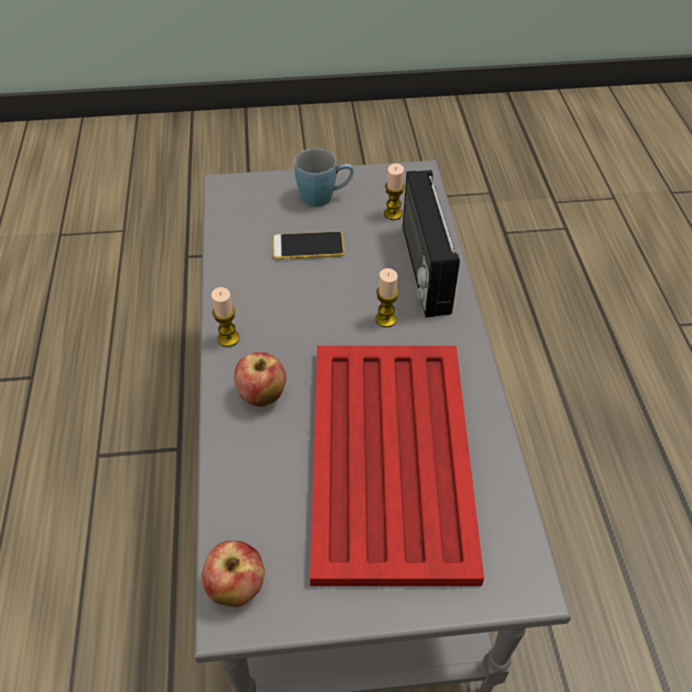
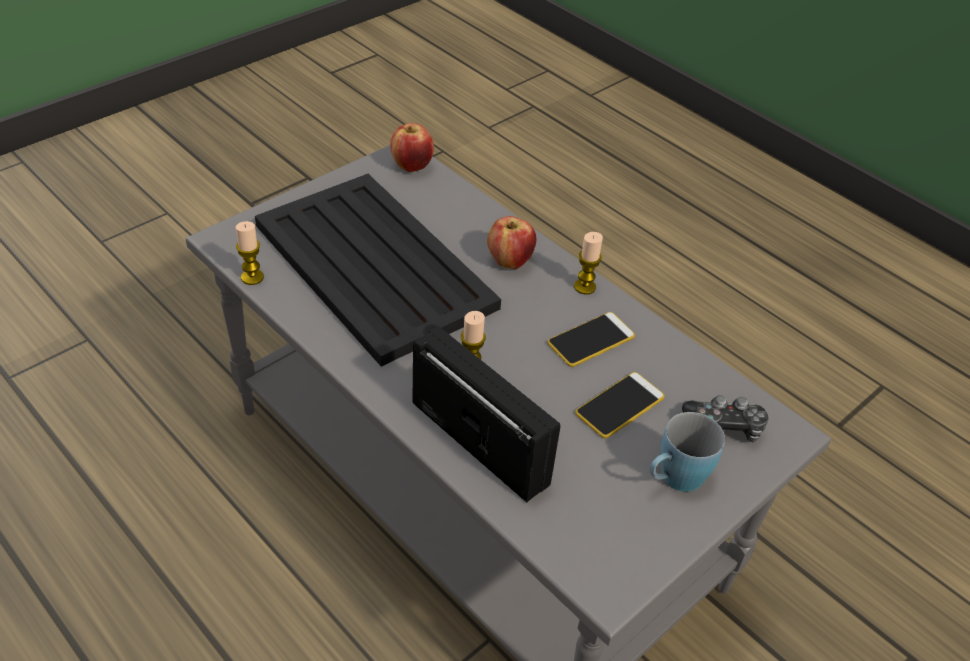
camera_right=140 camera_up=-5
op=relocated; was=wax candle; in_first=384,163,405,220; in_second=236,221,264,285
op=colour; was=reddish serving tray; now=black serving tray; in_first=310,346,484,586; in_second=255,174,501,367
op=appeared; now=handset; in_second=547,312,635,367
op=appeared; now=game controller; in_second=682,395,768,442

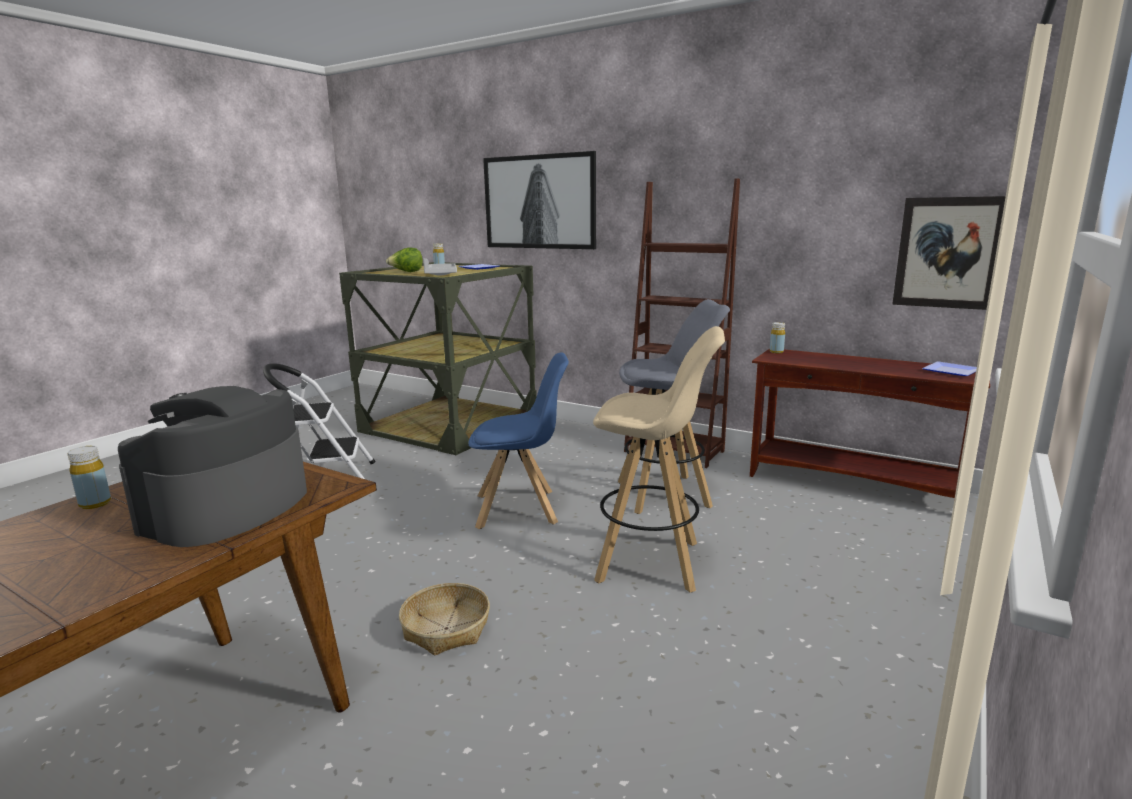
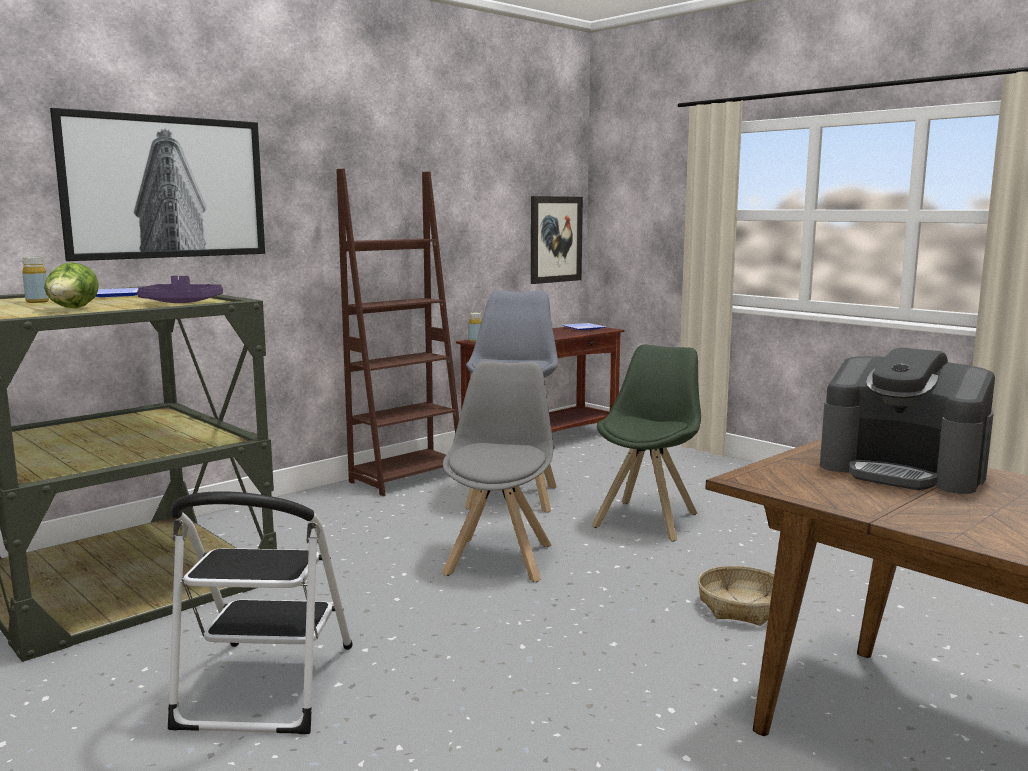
camera_right=-75 camera_up=-5
op=colour; was=grey serving tray; now=purple serving tray; in_first=423,258,457,276; in_second=137,276,223,303
op=colour; was=bluish chair; now=grey chair; in_first=468,352,569,529; in_second=442,361,553,582
op=exchanged; was=sand-coloured stool; now=green-coloured chair; in_first=593,326,725,593; in_second=592,344,701,542
op=missing; was=yellow-coloured bottle; in_first=67,446,111,509

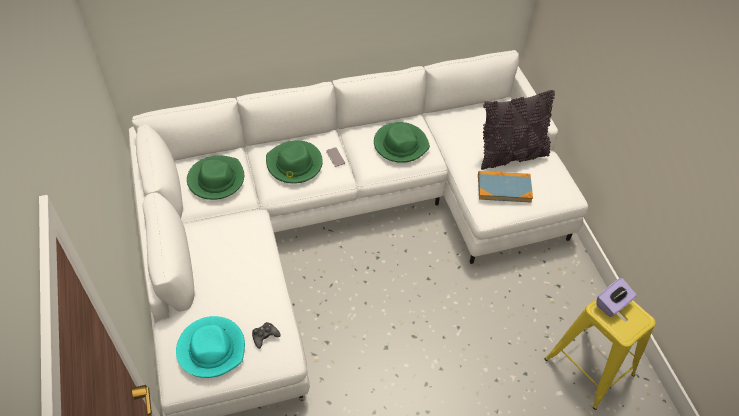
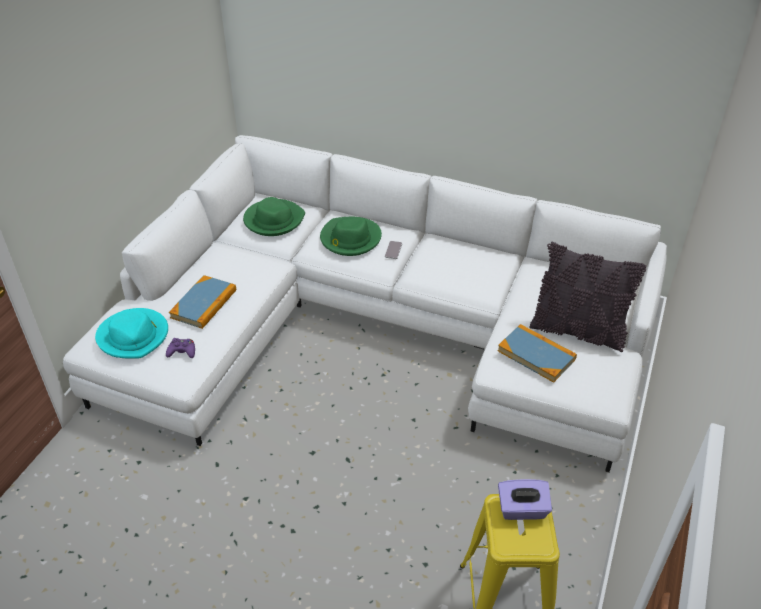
camera_right=40 camera_up=-10
op=colour; was=black game controller; now=purple game controller; in_first=252,322,281,349; in_second=166,338,195,358
op=appeared; now=book; in_second=169,275,236,329
op=missing; was=green-coloured clothing hat; in_first=374,122,430,163

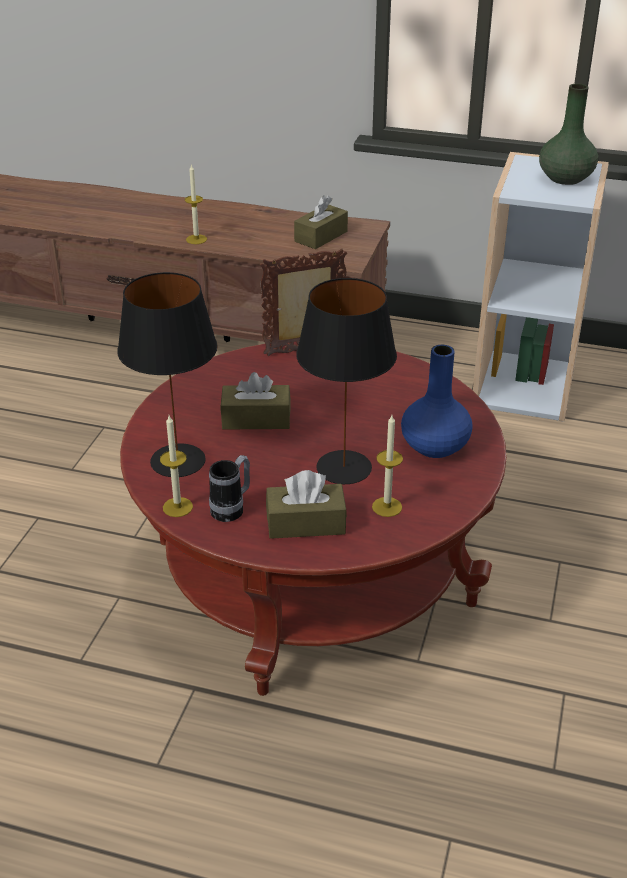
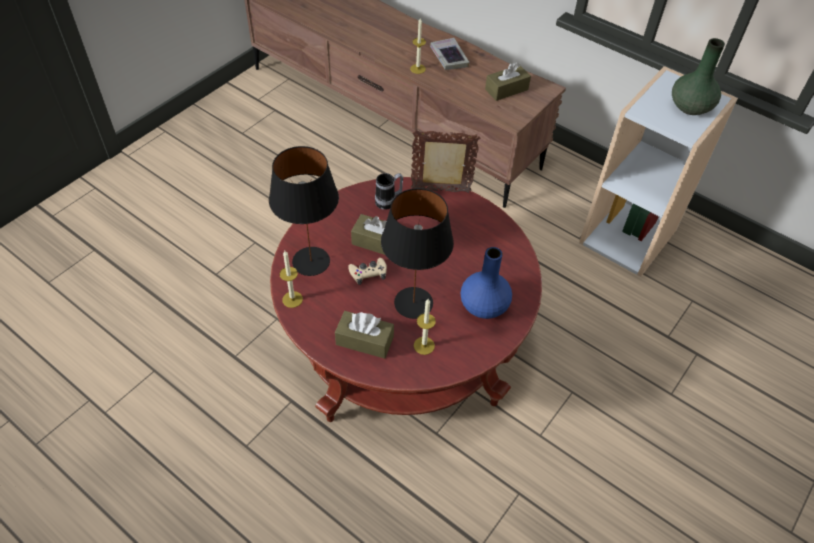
camera_right=20 camera_up=15
op=appeared; now=sand-coloured game controller; in_second=348,258,387,285
op=relocated; was=coffee mug; in_first=209,455,250,522; in_second=375,173,403,210
op=appeared; now=book; in_second=430,38,470,70

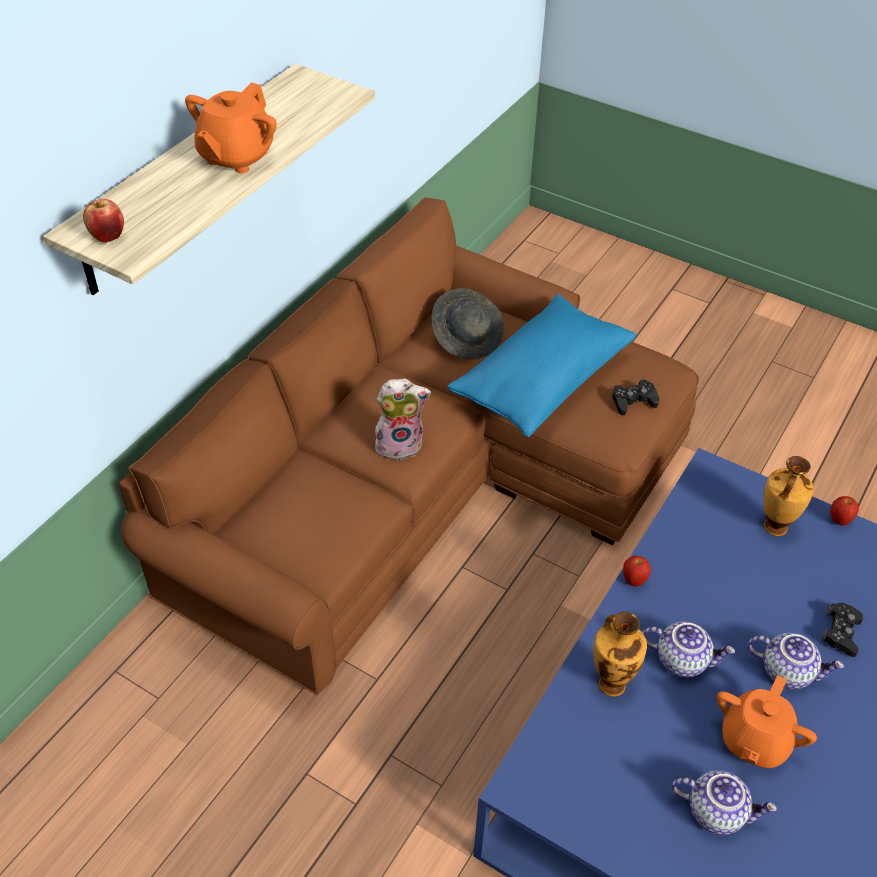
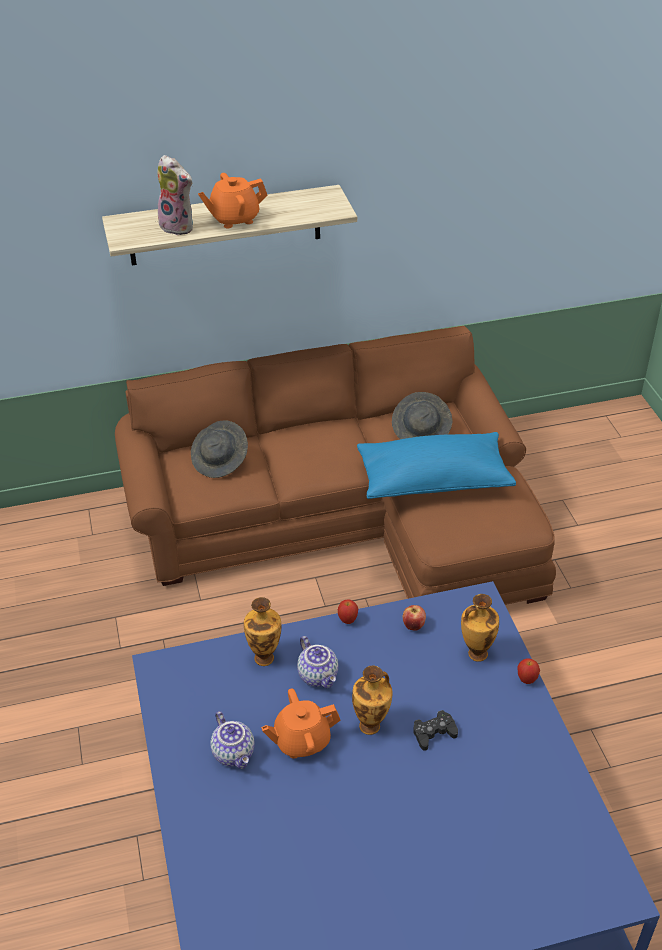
camera_right=45 camera_up=-5
op=relocated; was=plush toy; in_first=375,379,431,460; in_second=157,155,193,236
op=appeared; now=grey clothing hat; in_second=191,420,248,478
op=exchanged; was=tea pot; now=flower vase; in_first=748,633,844,689; in_second=352,666,393,735
op=relocated; was=whole apple; in_first=83,199,124,243; in_second=403,605,426,631
op=missing; was=black game controller; in_first=612,379,659,416

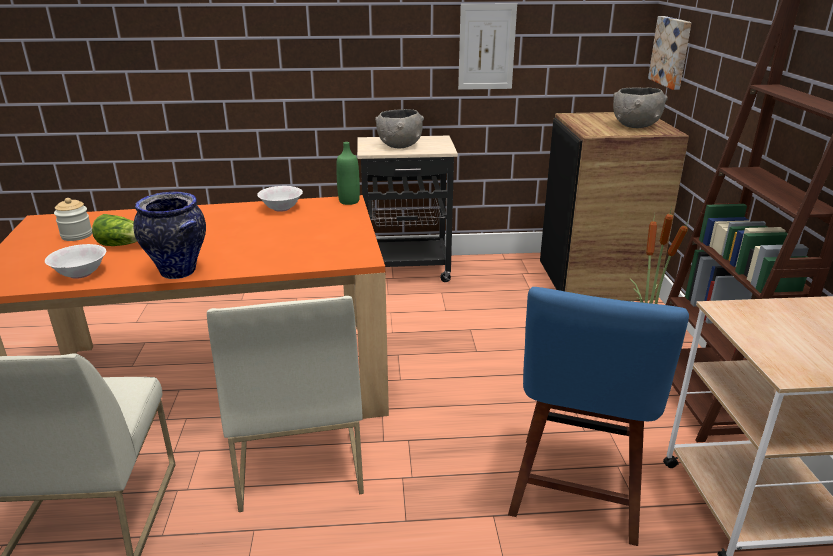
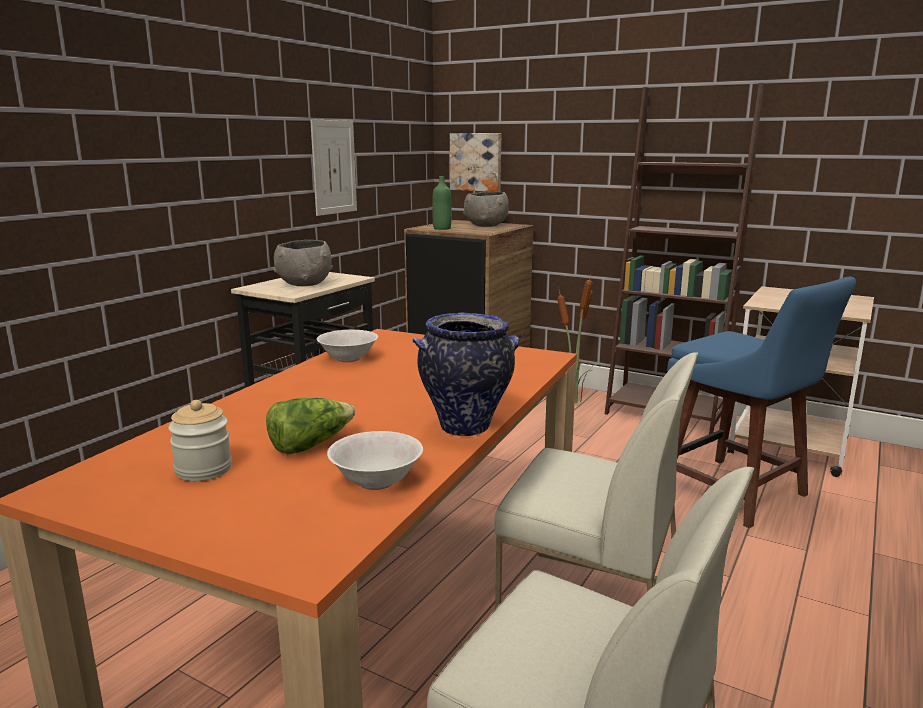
camera_right=-55 camera_up=-10
op=relocated; was=green-coloured bottle; in_first=336,142,360,205; in_second=432,176,452,230

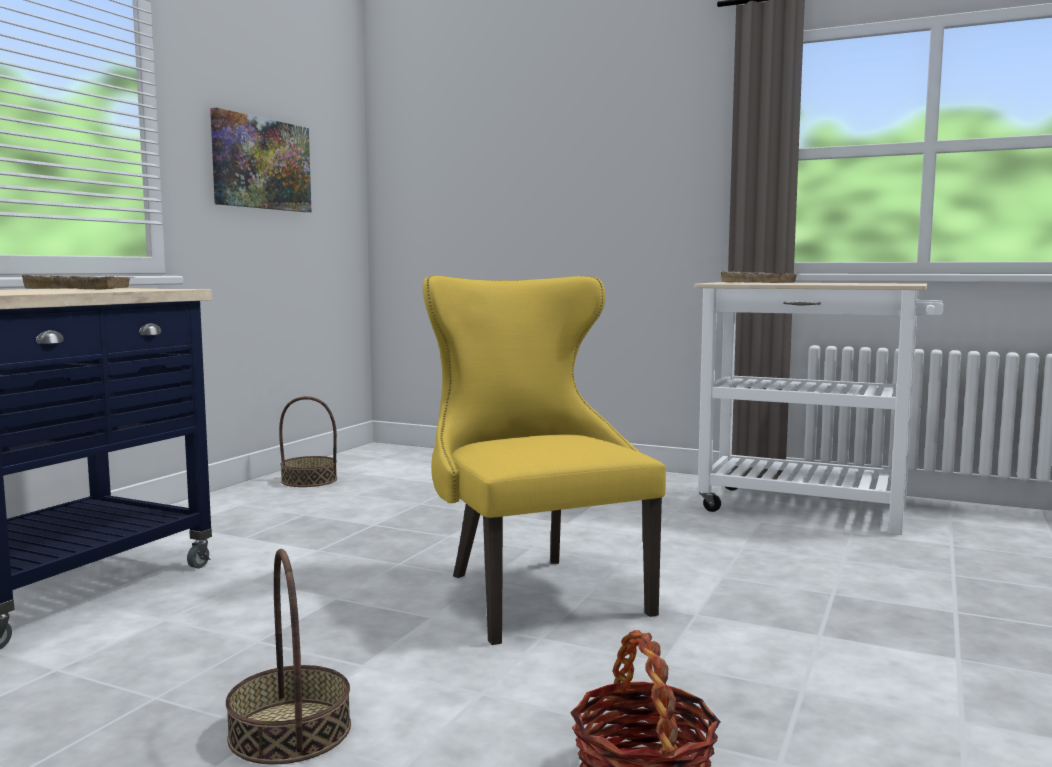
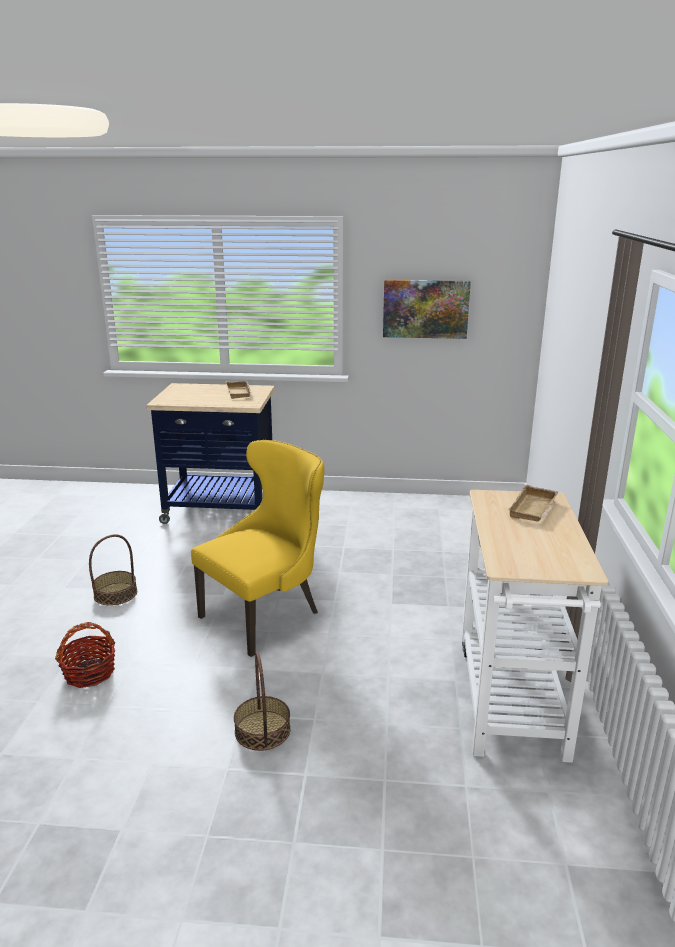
camera_right=70 camera_up=15
op=relocated; was=household basket; in_first=279,396,337,487; in_second=234,653,291,751

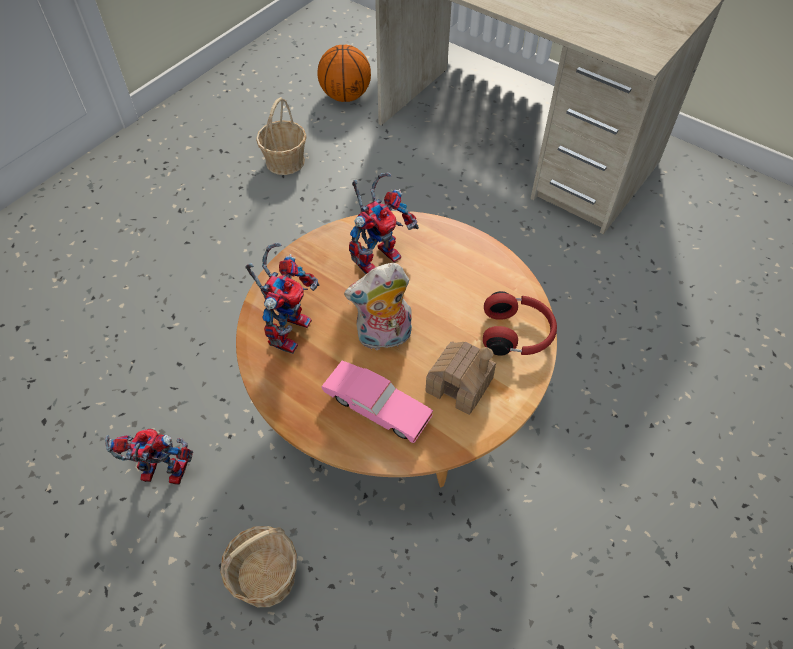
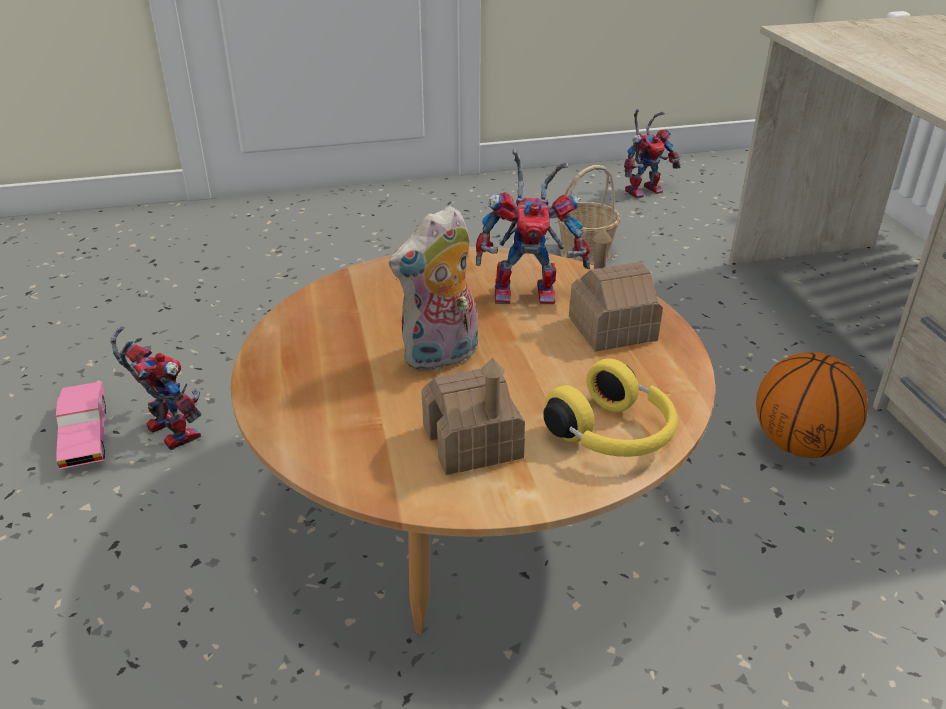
camera_right=40 camera_up=-20
op=relocated; was=pink-coloured model car; in_first=321,361,433,443; in_second=56,381,106,469
op=spun; was=plush toy; in_first=344,263,412,351; in_second=389,205,478,373; clockwise=-60
op=colour; was=reddish headphones; now=yellow-coloured headphones; in_first=483,291,557,356; in_second=543,358,678,457
op=appeared; now=miniature house; in_second=569,228,663,352
op=relocated; was=model robot; in_first=246,242,320,354; in_second=624,109,680,199
op=relocated; was=basketball ball; in_first=318,45,371,102; in_second=756,352,868,458
op=missing; was=household basket; in_first=220,526,297,607

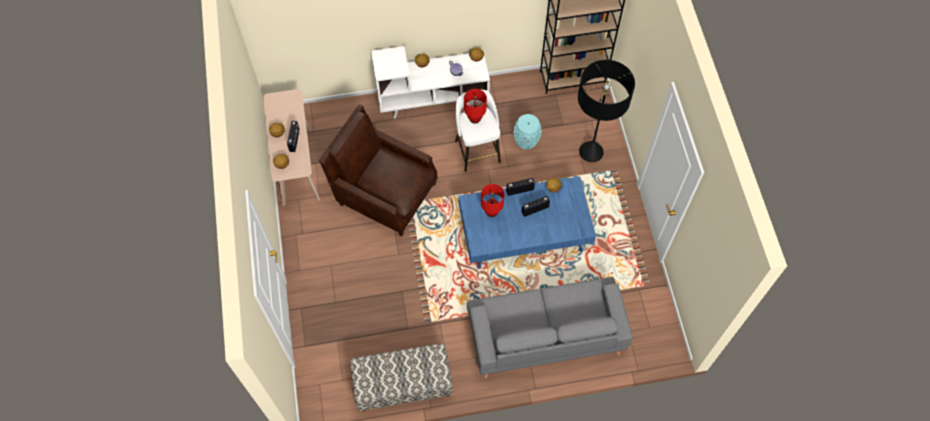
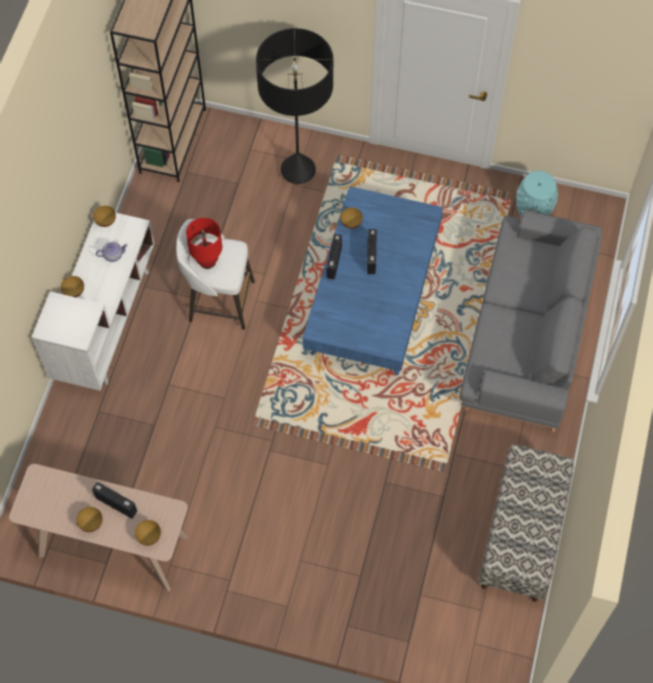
camera_right=-65 camera_up=0
op=relocated; was=blue-green stool; in_first=514,114,542,149; in_second=516,171,558,216
op=missing; was=brown-coloured lounge chair; in_first=319,104,438,236
op=missing; was=reddish tabletop lamp; in_first=481,184,505,217

